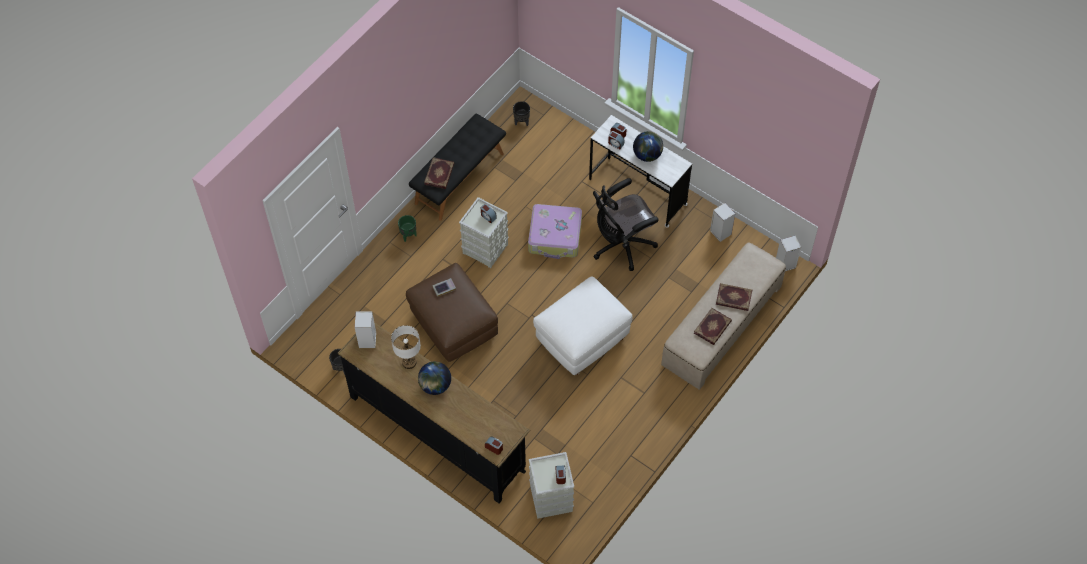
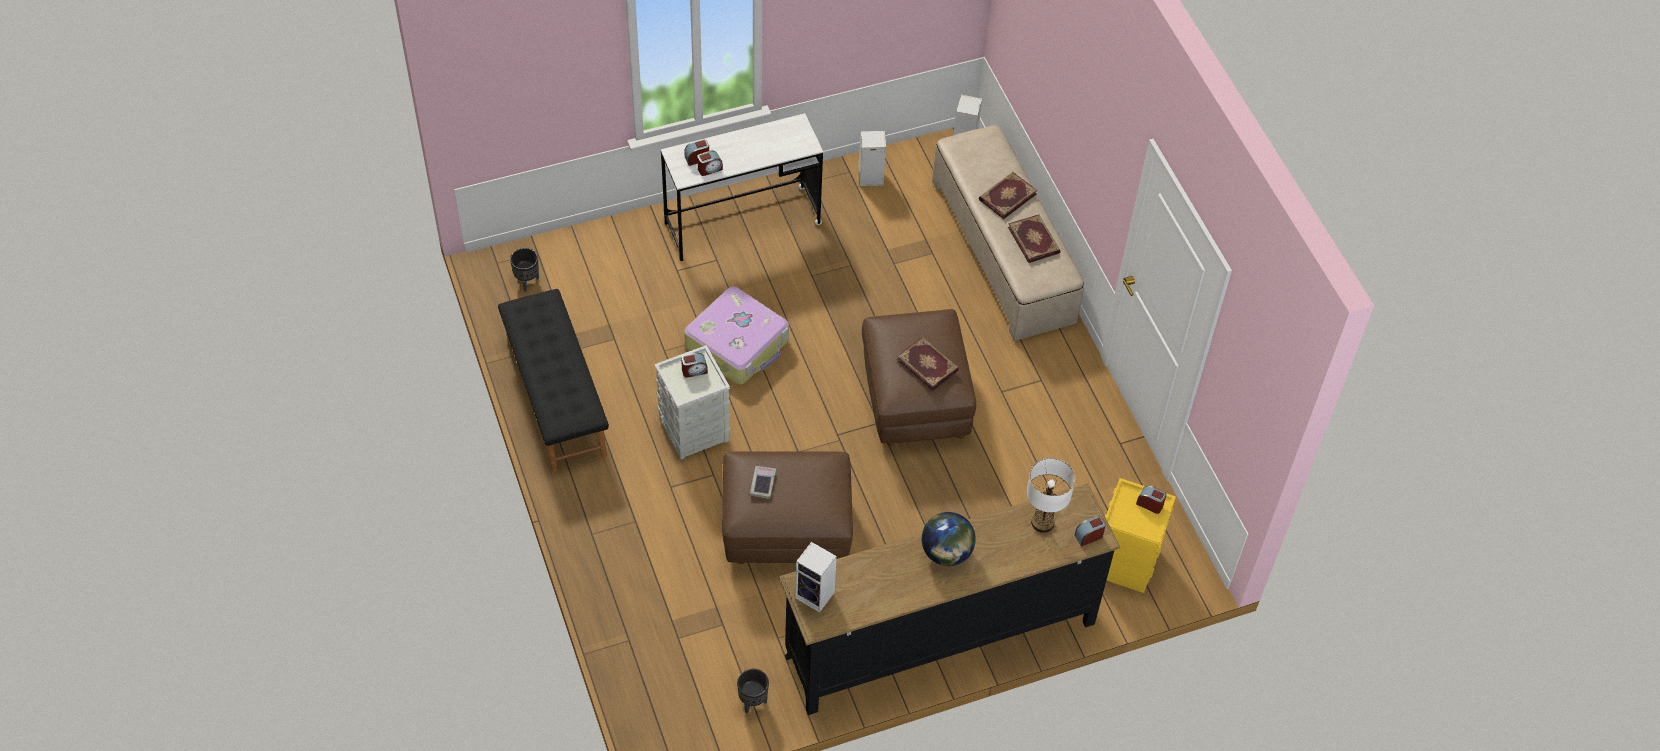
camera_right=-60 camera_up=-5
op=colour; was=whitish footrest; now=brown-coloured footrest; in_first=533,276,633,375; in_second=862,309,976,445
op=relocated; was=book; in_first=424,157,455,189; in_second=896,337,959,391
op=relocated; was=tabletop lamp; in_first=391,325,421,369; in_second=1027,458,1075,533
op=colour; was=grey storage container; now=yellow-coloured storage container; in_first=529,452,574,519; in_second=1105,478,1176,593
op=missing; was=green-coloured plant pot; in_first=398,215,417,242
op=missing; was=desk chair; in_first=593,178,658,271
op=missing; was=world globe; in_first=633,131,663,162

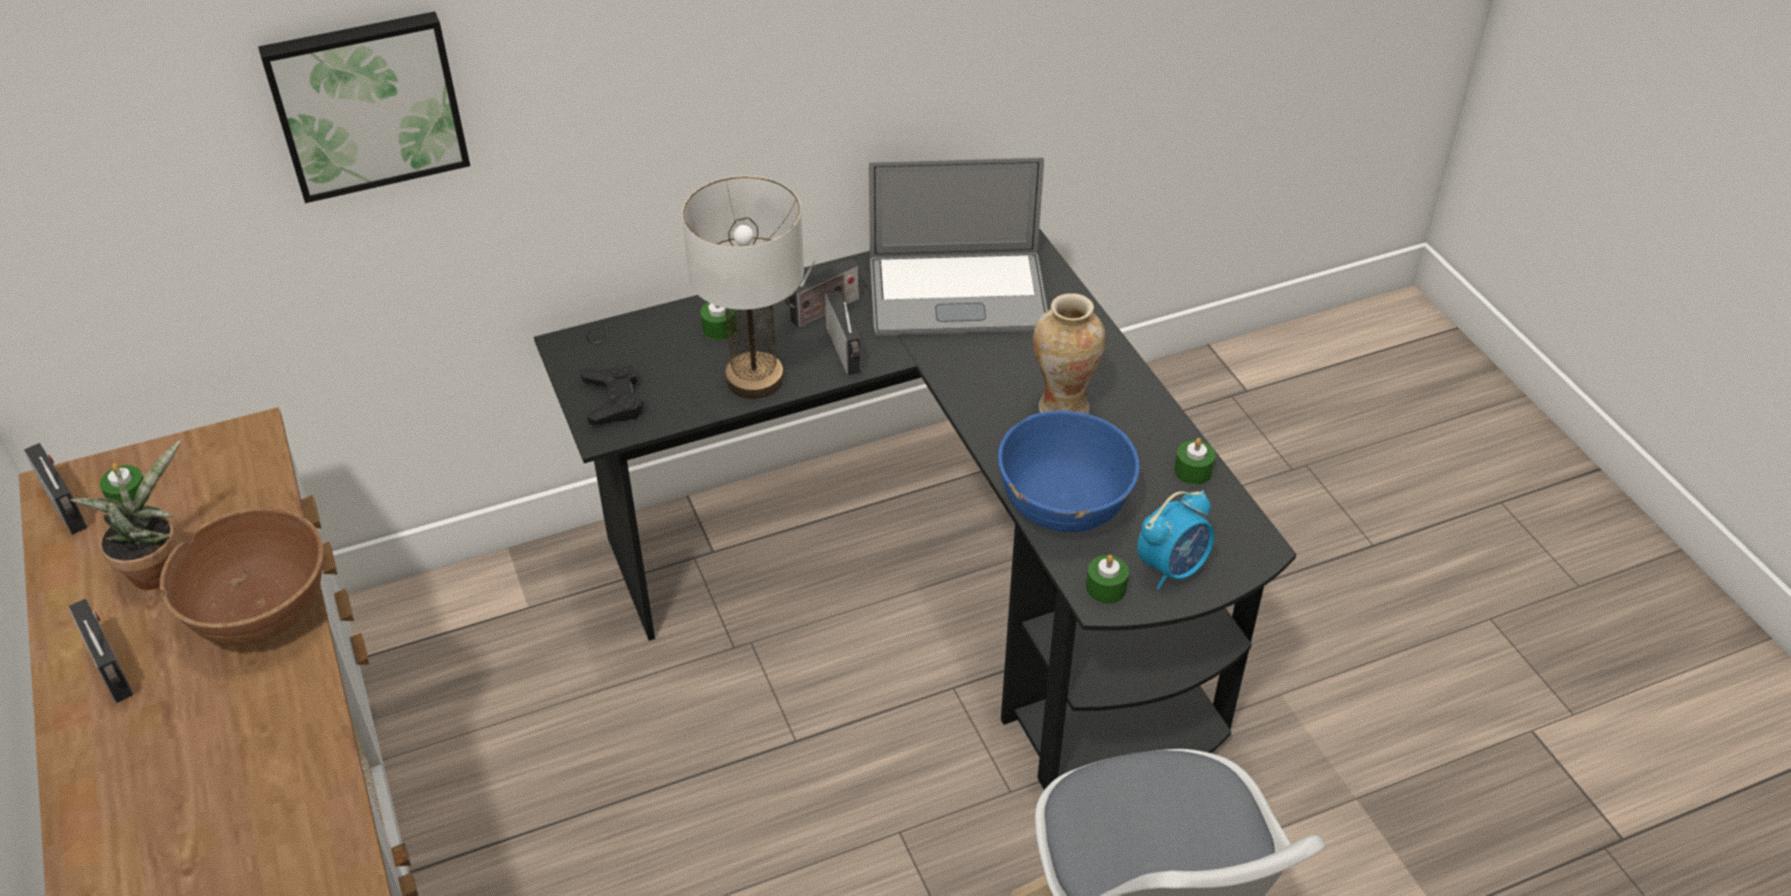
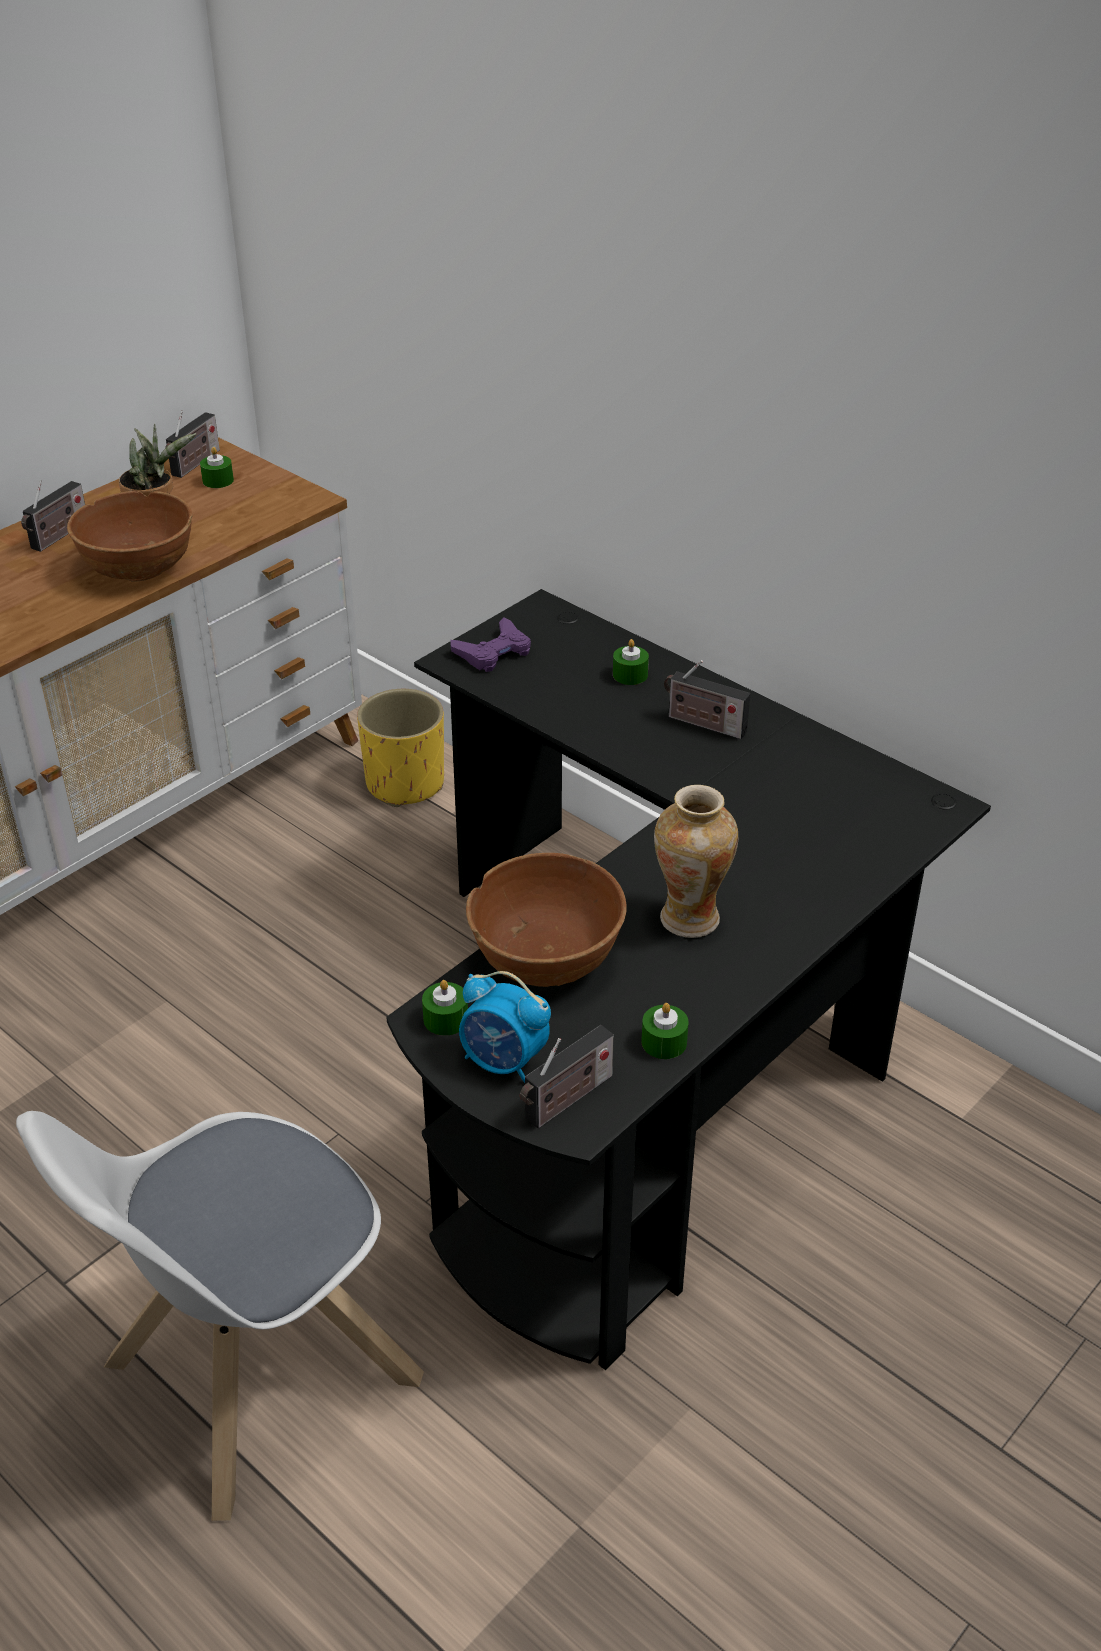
camera_right=65 camera_up=-5
op=appeared; now=yellow-coloured plant pot; in_second=357,689,444,807
op=colour; was=black game controller; now=purple game controller; in_first=580,365,644,426; in_second=450,617,531,672
op=colour; was=bluish deep dish; now=brown-coloured deep dish; in_first=998,411,1140,532; in_second=466,853,627,987
op=relocated; was=radio receiver; in_first=825,291,861,375; in_second=520,1025,614,1128
op=missing; was=picture; in_first=258,11,470,203
op=missing; was=tabletop lamp; in_first=682,176,804,399
op=missing; was=notebook computer; in_first=869,157,1048,336

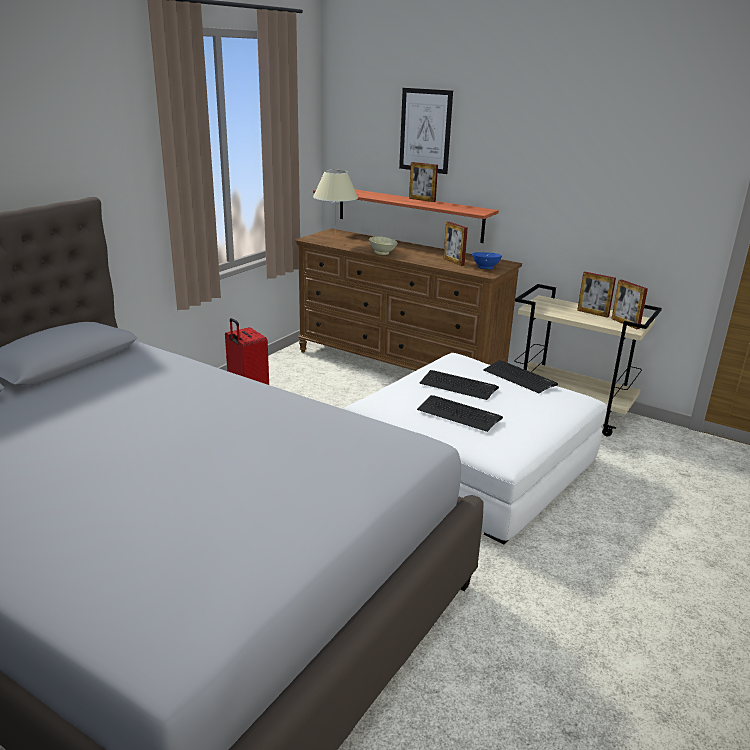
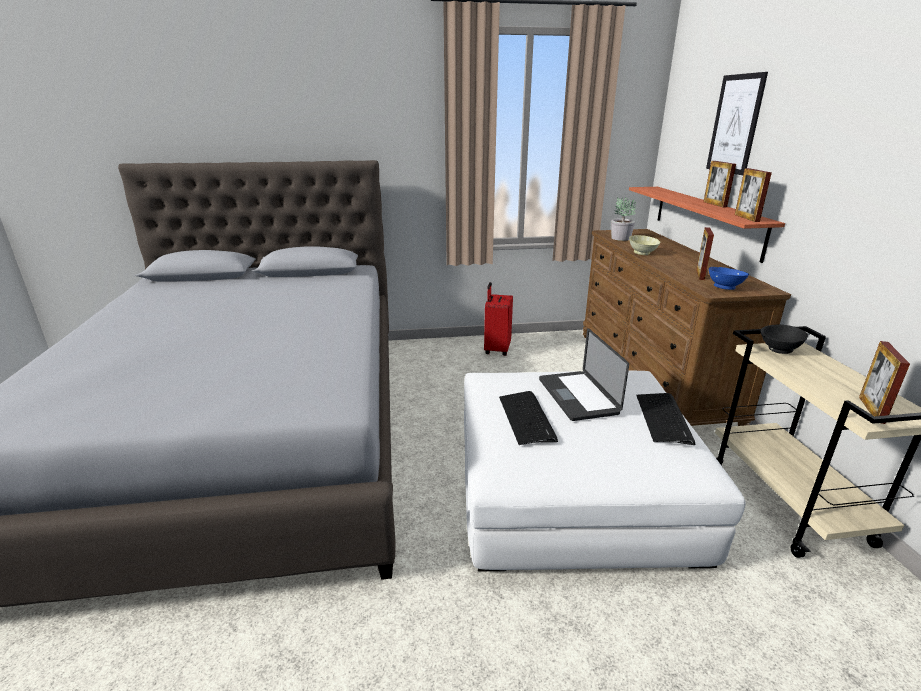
camera_right=50 camera_up=0
op=exchanged; was=computer keyboard; now=notebook computer; in_first=420,370,499,400; in_second=539,328,629,421
op=exchanged; was=sand-coloured tabletop lamp; now=houseplant; in_first=313,170,358,243; in_second=611,197,636,241
op=relocated; was=photo frame; in_first=577,272,616,318; in_second=735,168,772,222
op=appeared; now=black deep dish; in_second=760,325,808,354

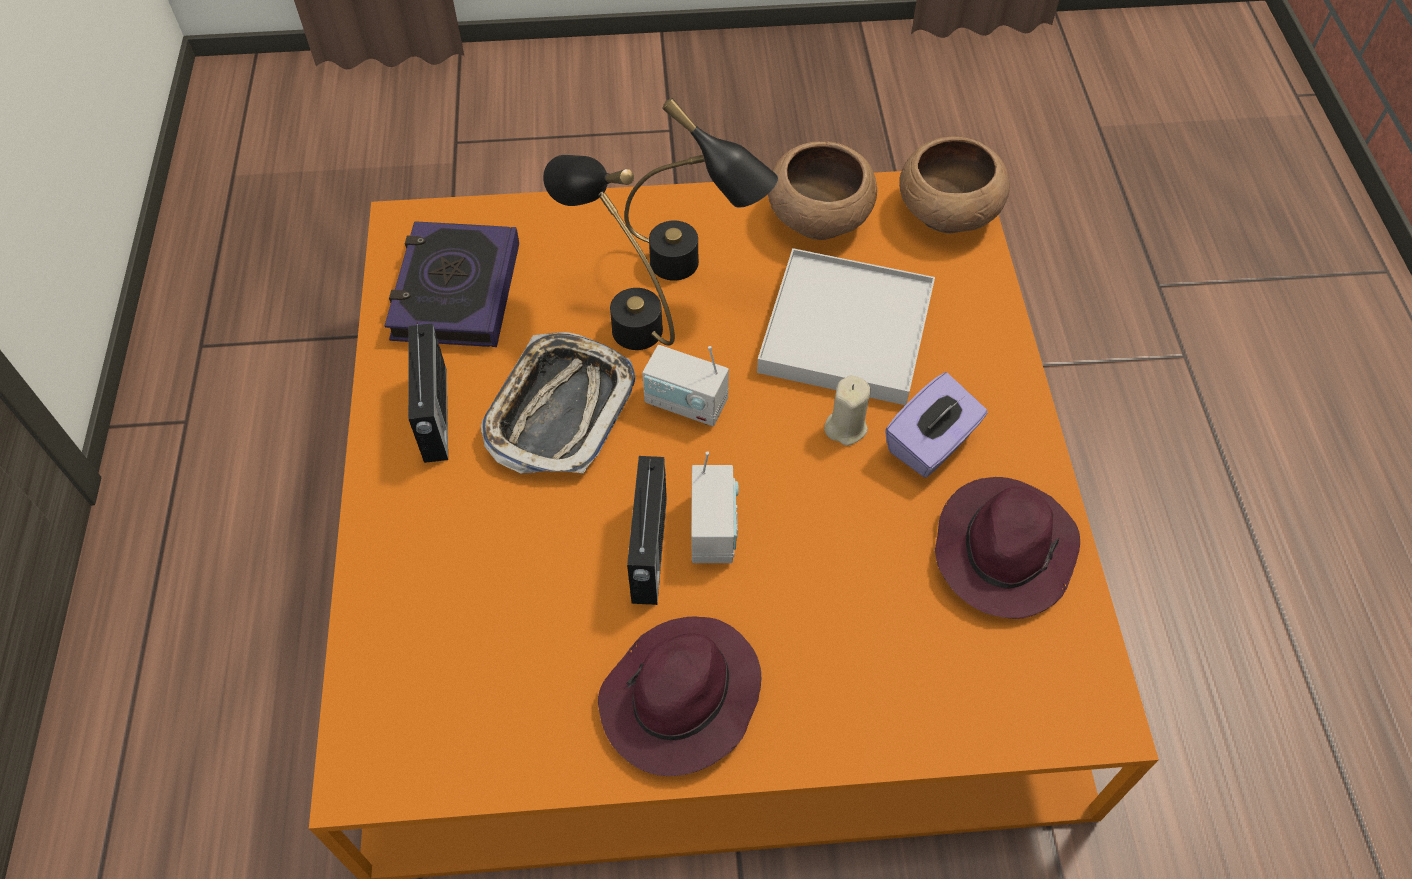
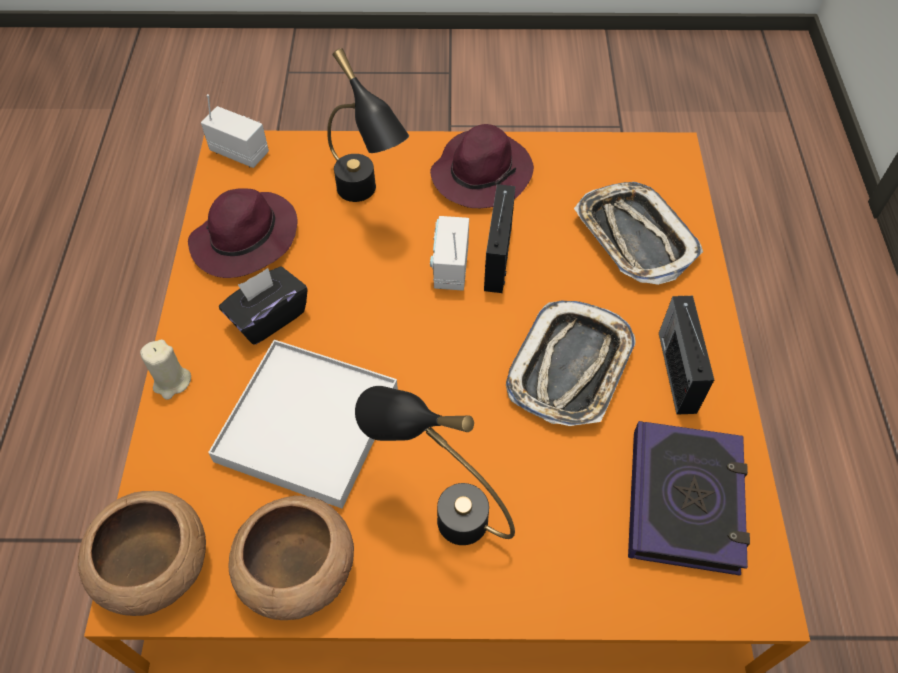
camera_right=-175 camera_up=0
op=relocated; was=sand-coloured wax candle; in_first=824,375,871,446; in_second=140,339,191,400
op=relocated; was=radio receiver; in_first=642,345,729,426; in_second=201,94,269,168
op=colour; was=purple box of tissues; now=black box of tissues; in_first=885,373,988,478; in_second=219,266,308,345
op=relocated; was=black tabletop lamp; in_first=543,155,675,350; in_second=327,48,409,202
op=appeared; now=serving tray; in_second=574,182,703,285

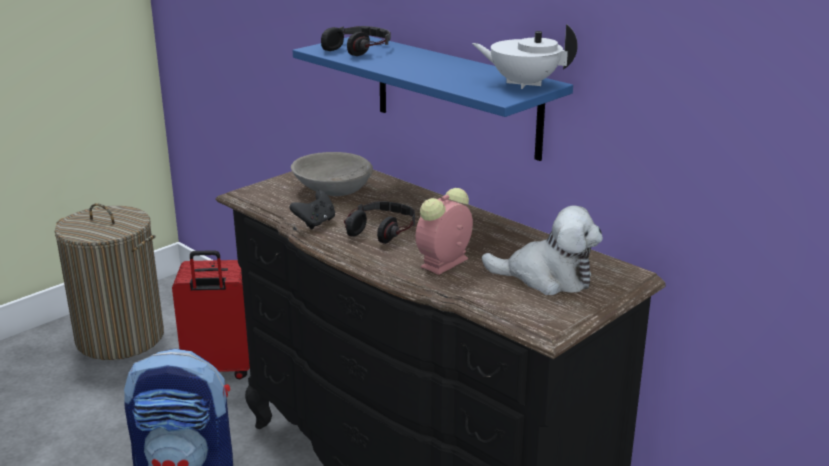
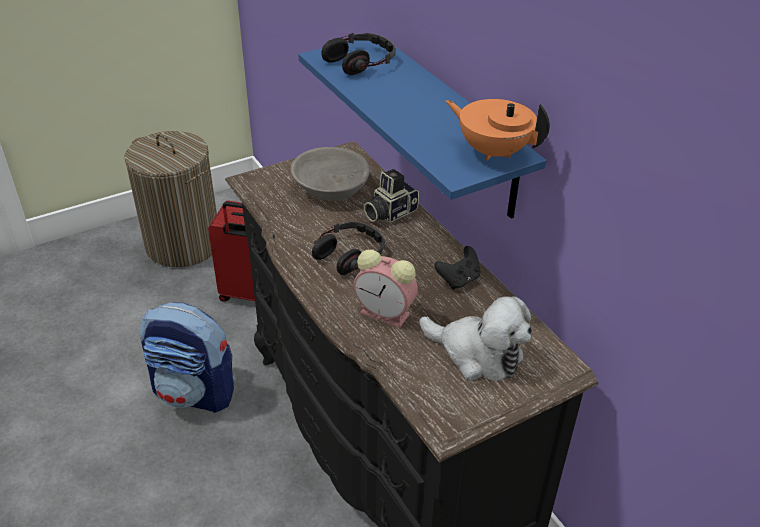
camera_right=15 camera_up=15
op=spun; was=alarm clock; in_first=415,188,473,275; in_second=354,250,418,328; clockwise=-120
op=appeared; now=photo camera; in_second=364,169,419,223
op=relocated; was=black game controller; in_first=289,190,335,229; in_second=434,246,481,289
op=colour; was=whitish tea pot; now=orange tea pot; in_first=472,24,578,89; in_second=446,99,550,160

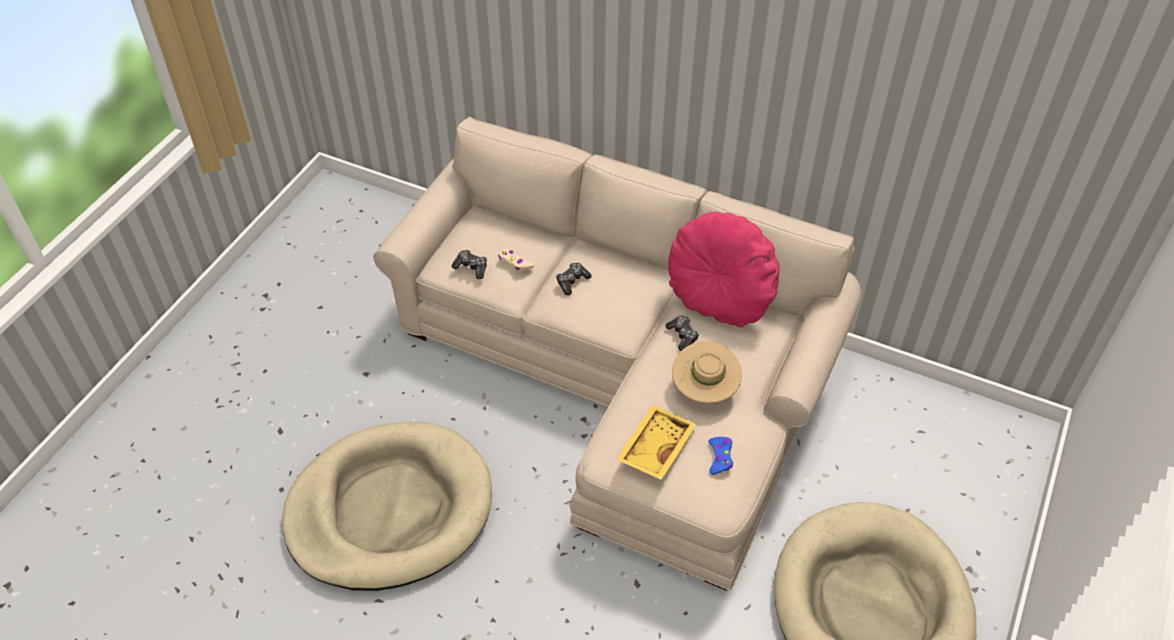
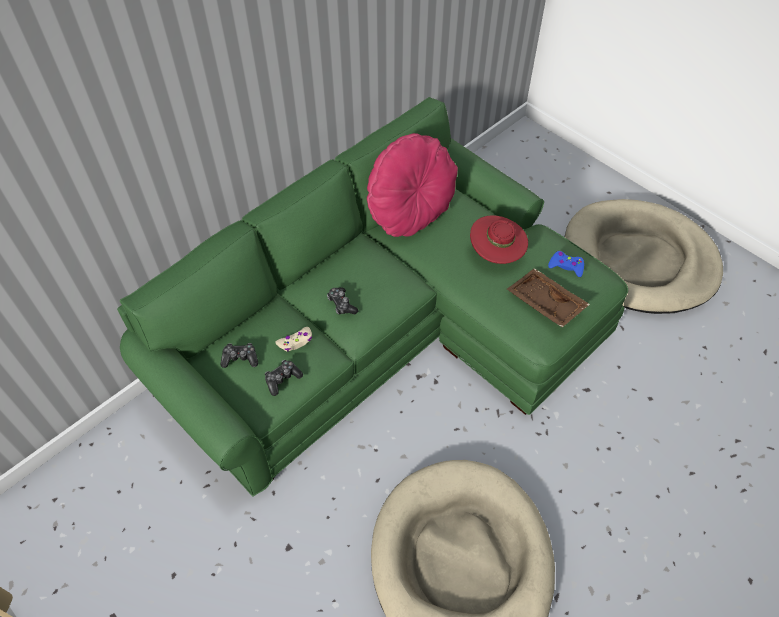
camera_right=-70 camera_up=5
op=colour; was=sand-coloured settee; now=green-coloured settee; in_first=373,117,861,591; in_second=117,97,628,496
op=relocated; was=game controller; in_first=665,315,699,351; in_second=220,343,258,368
op=colour; was=sand-coloured clothing hat; now=reddish clothing hat; in_first=672,341,742,403; in_second=470,215,528,264
op=colour; was=yellow-coloured serving tray; now=brown-coloured serving tray; in_first=616,405,697,480; in_second=507,268,590,327

